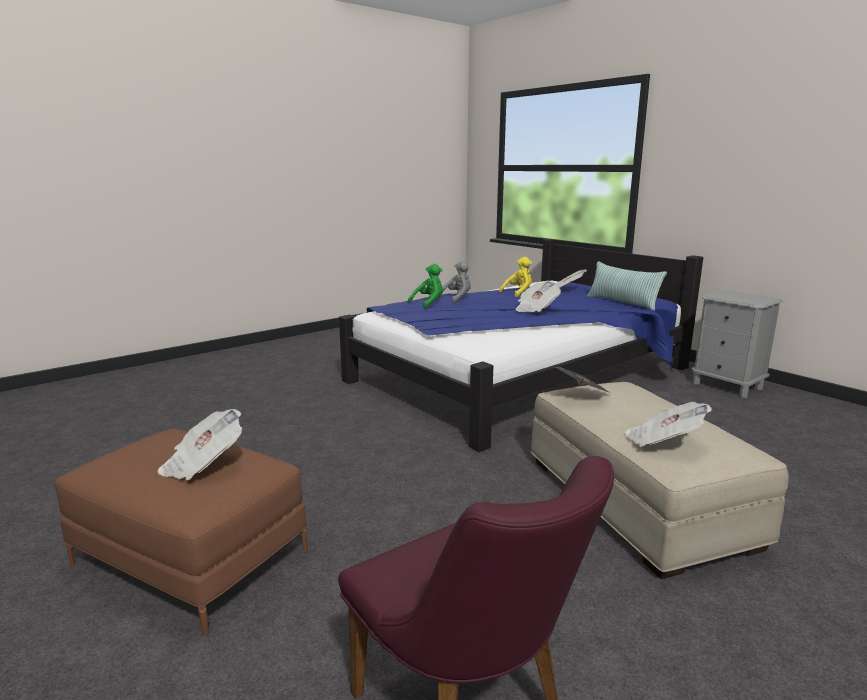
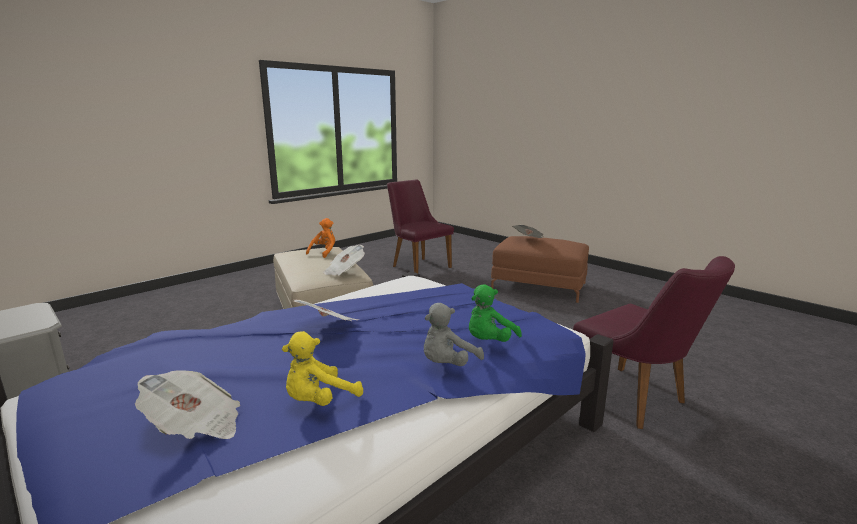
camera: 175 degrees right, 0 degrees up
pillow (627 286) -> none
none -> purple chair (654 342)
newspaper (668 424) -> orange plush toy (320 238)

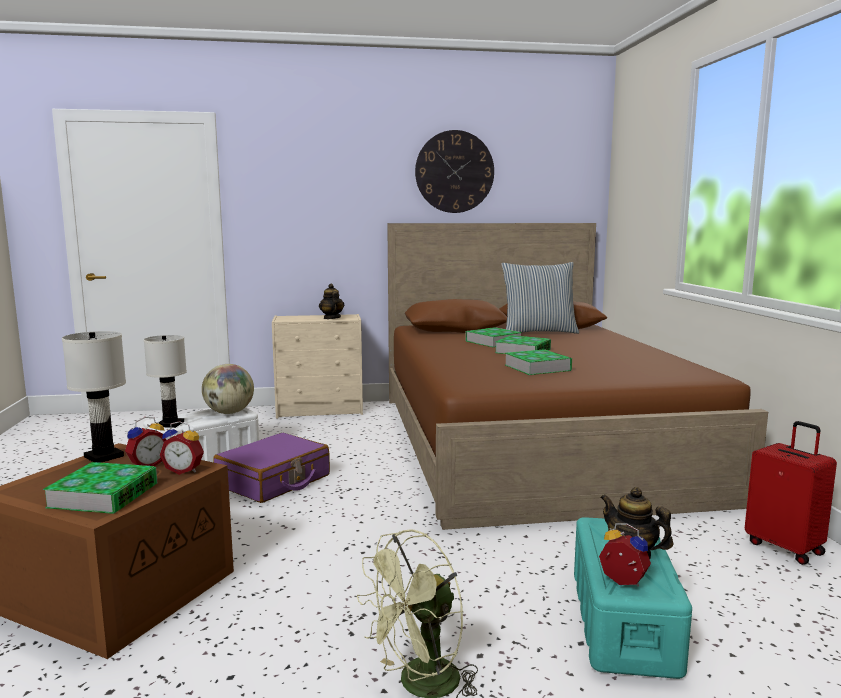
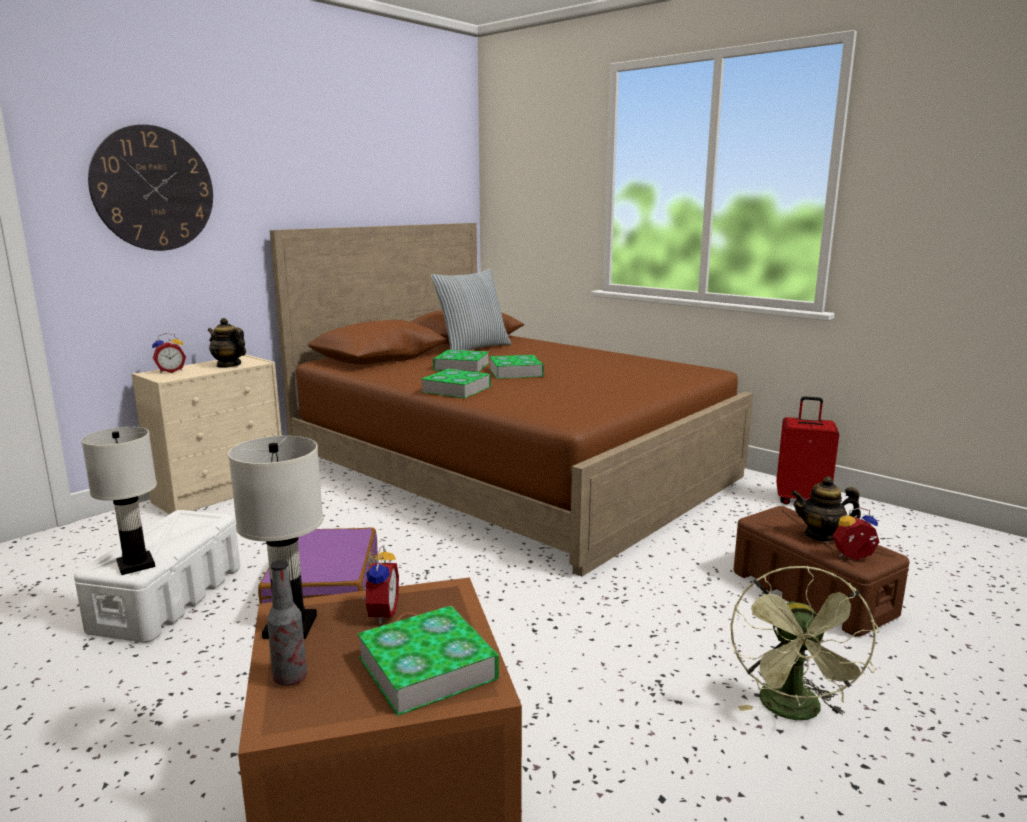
camera: 40 degrees left, 5 degrees up
globe (228 389) -> none
none -> bottle (287 623)
alarm clock (182 448) -> alarm clock (169 353), relocated
wall clock (454 171) -> wall clock (150 187), relocated
book (538 362) -> book (456 383), relocated
turquoise storage box (633 598) -> brown storage box (821 571)

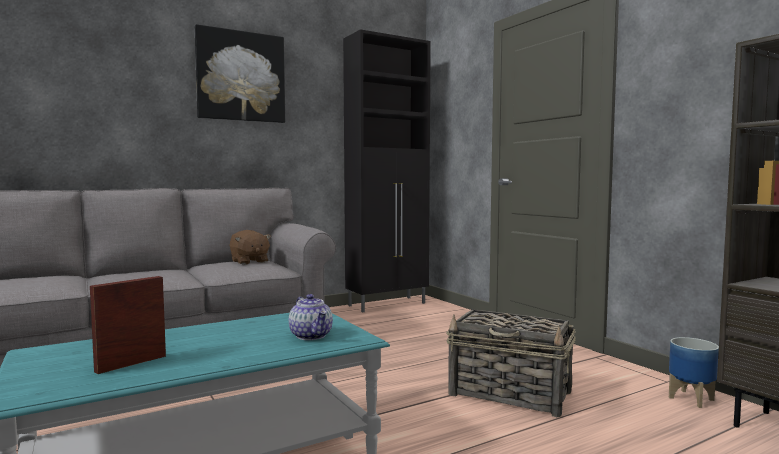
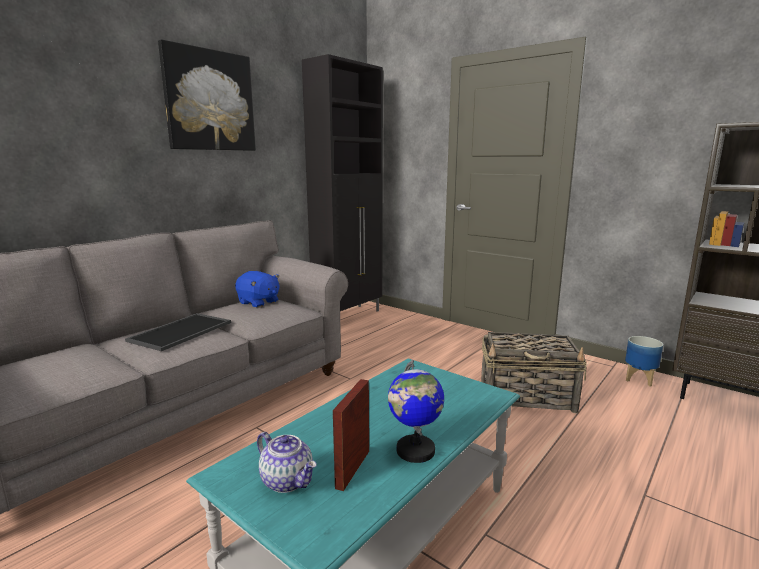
camera: 20 degrees left, 10 degrees up
none -> tray (178 332)
none -> globe (416 411)
teapot (311 317) -> teapot (287 462), relocated
brown plush toy (250 247) -> blue plush toy (257 289)

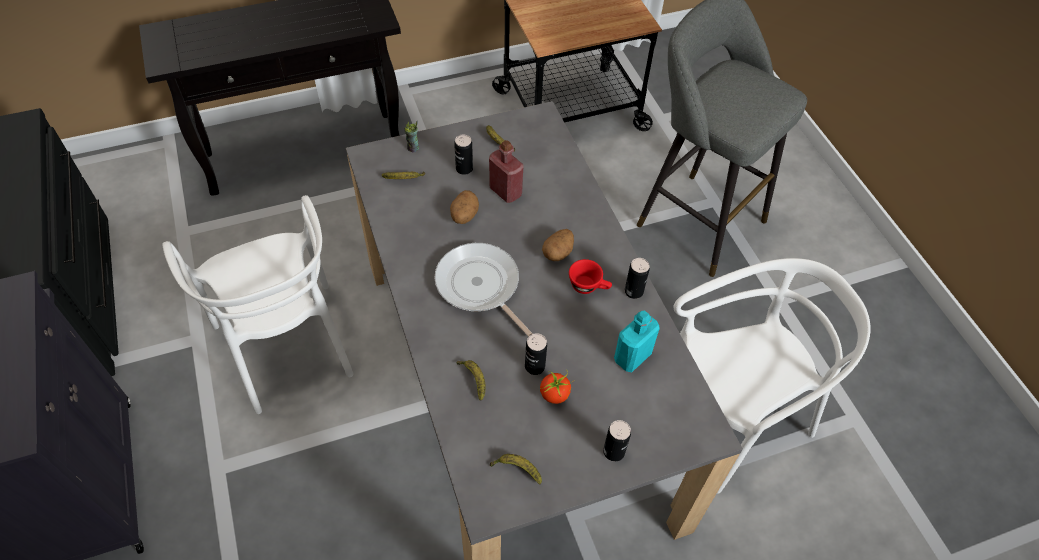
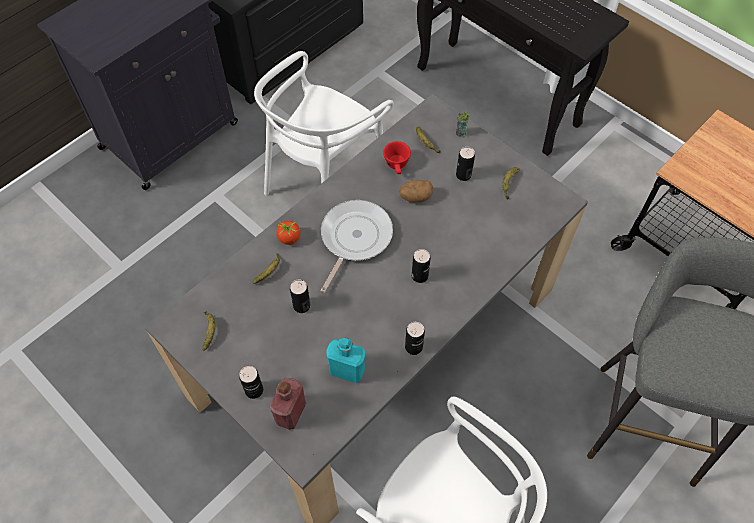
camera: 65 degrees right, 5 degrees up
red bottle (506 171) -> red bottle (287 404), relocated
tomato (556 387) -> tomato (288 233), relocated
red cup (590 276) -> red cup (397 157), relocated
potato (558 245) -> can (421 266)

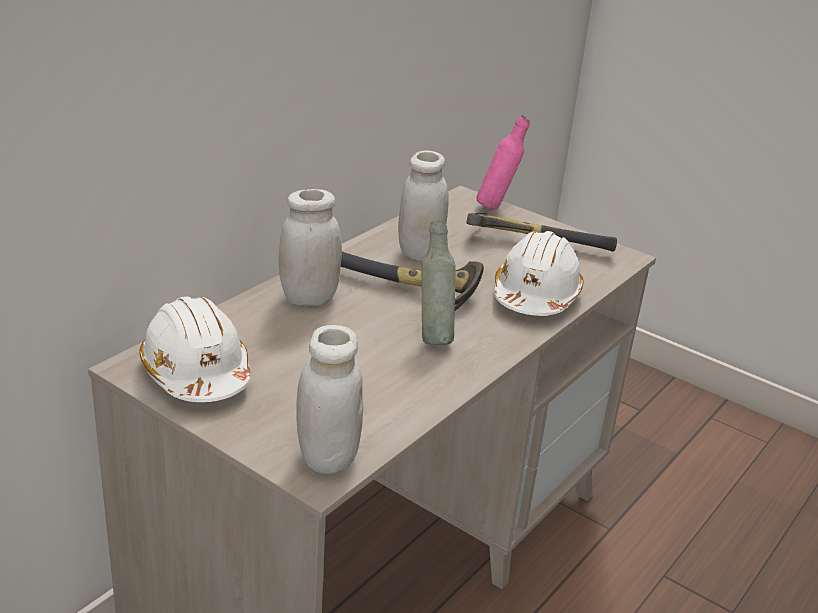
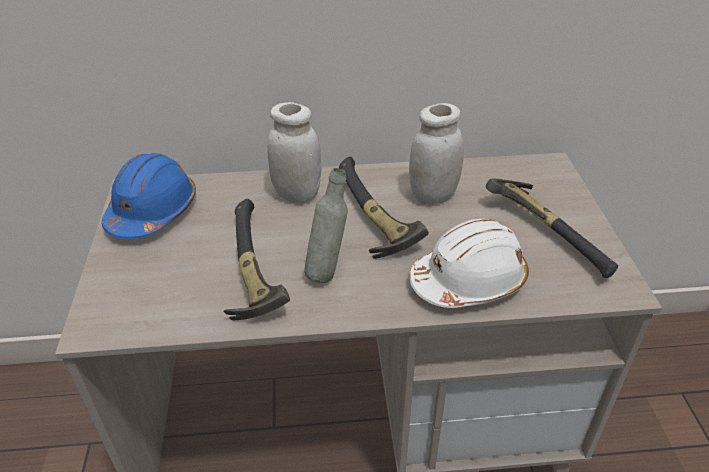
camera: 50 degrees right, 10 degrees up
white jar (329 399) -> none
pink bottle (503 162) -> none
none -> hammer (257 259)
white hard hat (195 349) -> blue hard hat (149 196)

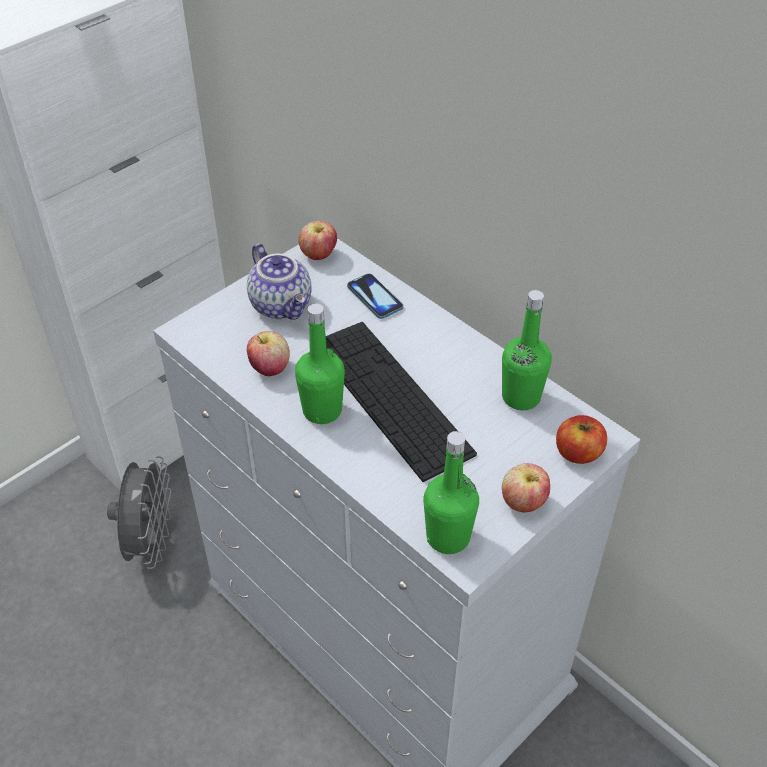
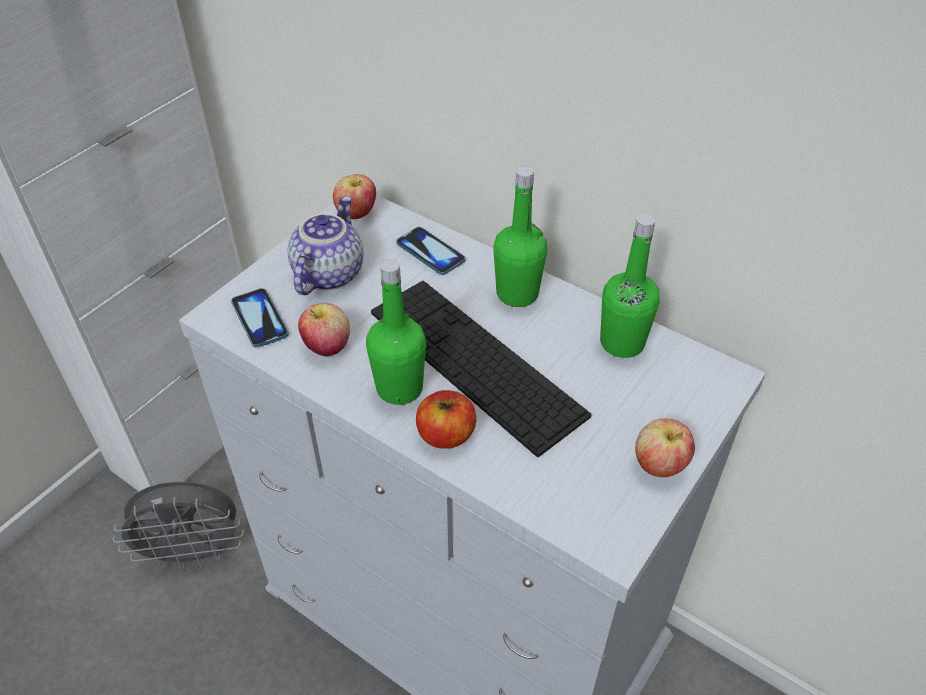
camera: 10 degrees left, 0 degrees up
none -> phone (260 318)
green bottle (451 492) -> green bottle (520 236), relocated
apple (581 439) -> apple (446 419), relocated
grey fan (139 513) -> grey fan (178 526), 90 degrees clockwise
teapot (279 281) -> teapot (325 245), 120 degrees counterclockwise

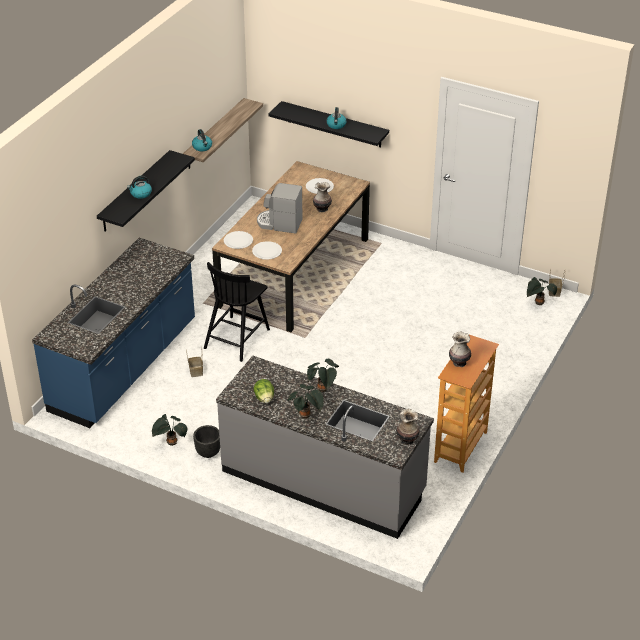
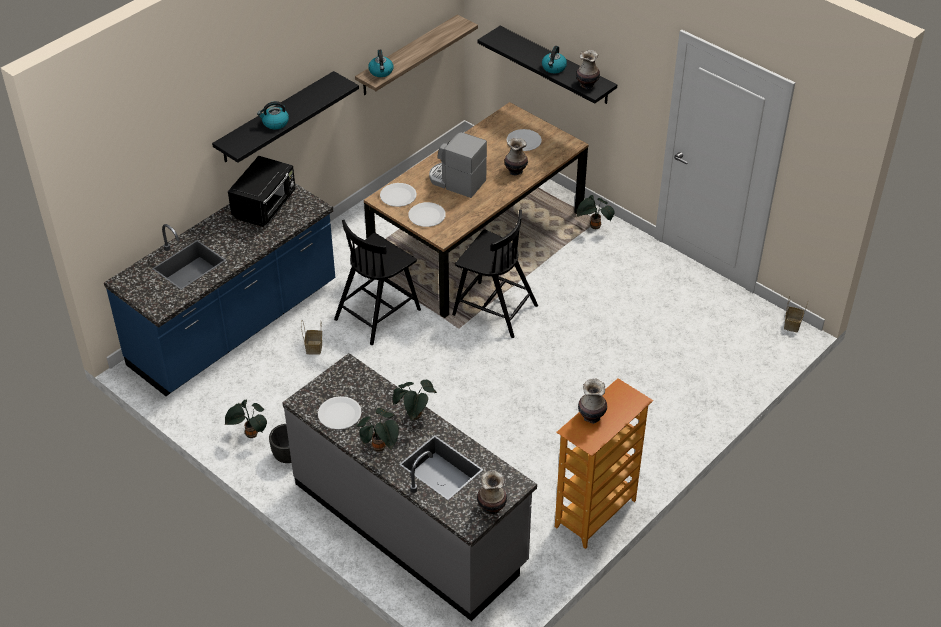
camera: 15 degrees right, 5 degrees up
none -> black microwave (262 191)
none -> black chair (495 274)
none -> vase (588 69)
potted plant (542 291) -> potted plant (596 212), relocated
lettuce (263 391) -> white plate (340 413)

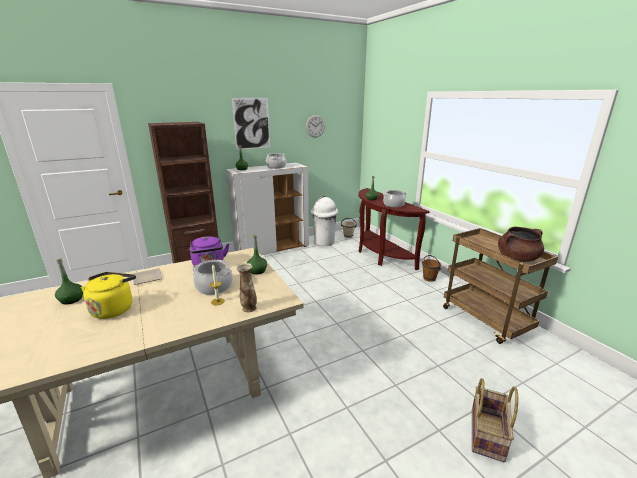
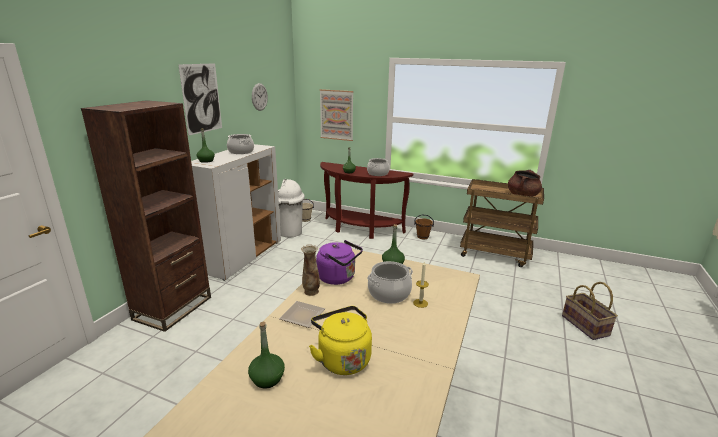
camera: 40 degrees left, 0 degrees up
none -> picture (337 115)
vase (246 287) -> vase (310 270), relocated

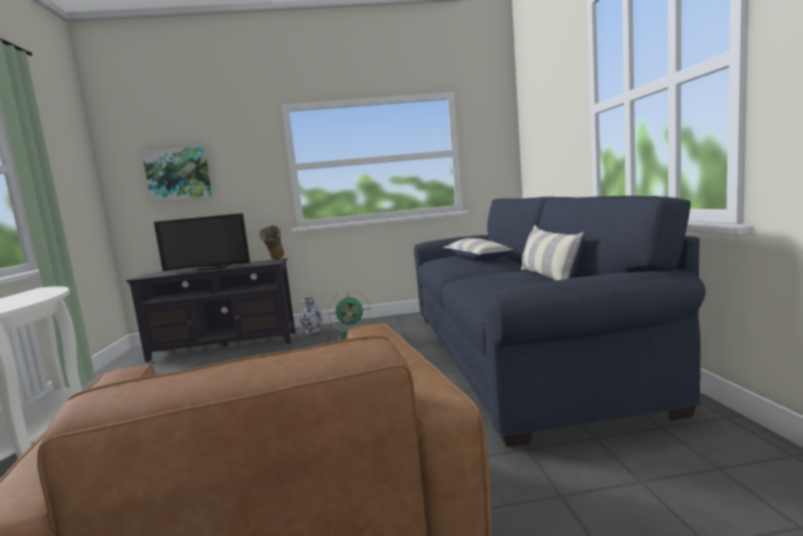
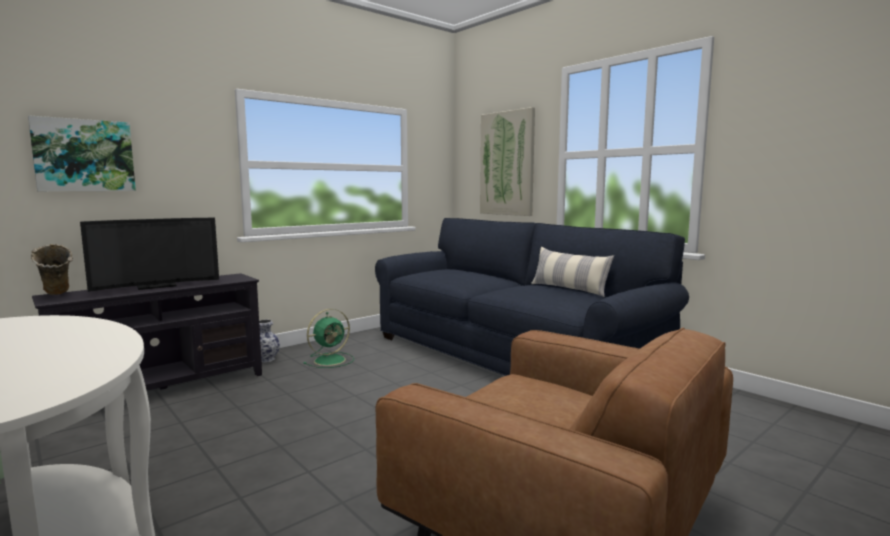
camera: 35 degrees left, 0 degrees up
pillow (478 249) -> none
none -> picture (507 161)
beige vase (271 242) -> beige vase (52 269), relocated

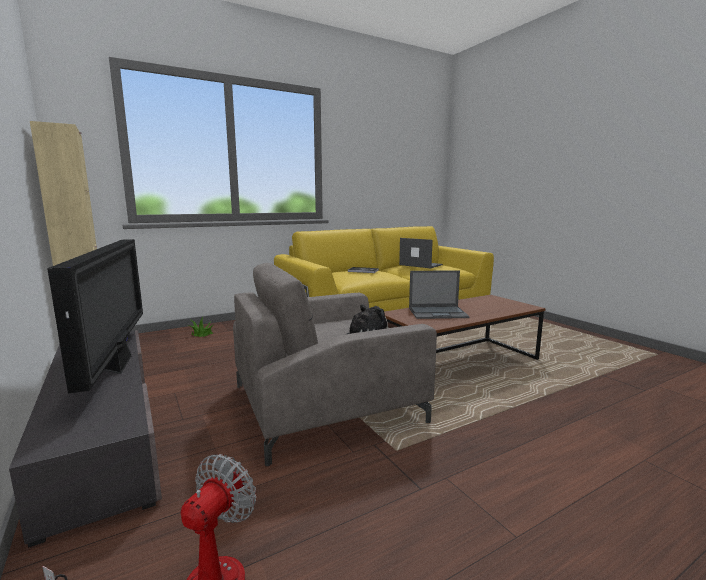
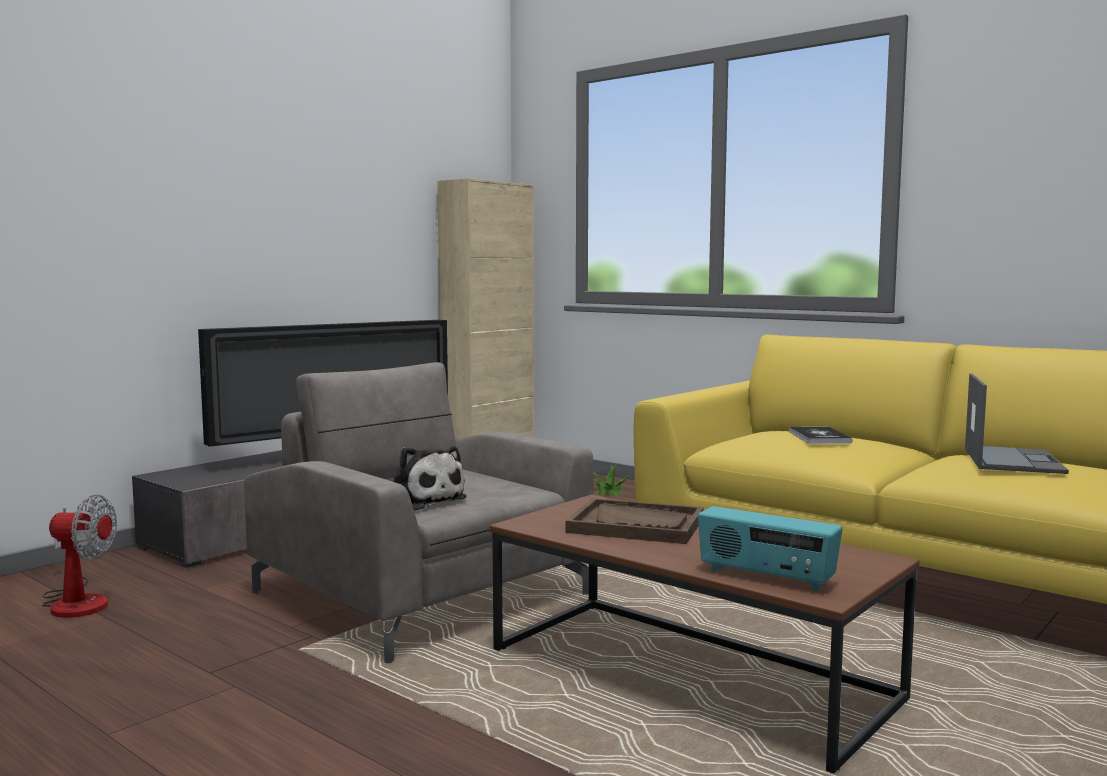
camera: 70 degrees right, 5 degrees down
none -> radio (770 548)
laptop (439 294) -> brown tray (635 521)

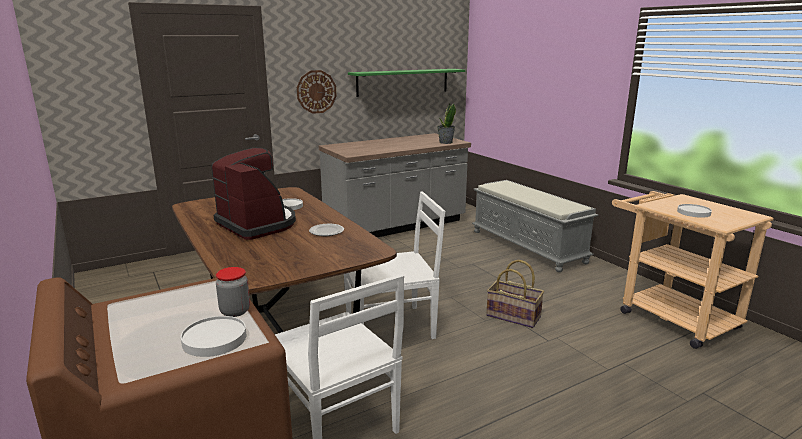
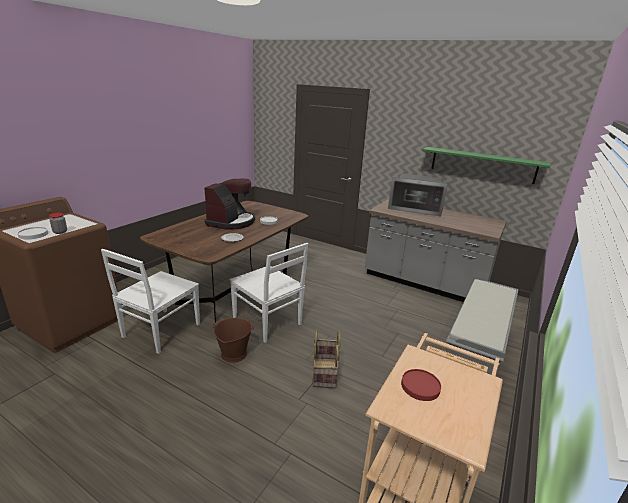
camera: 60 degrees right, 5 degrees up
wall clock (317 92) -> none
potted plant (446 123) -> none
none -> brown bucket (233 340)
none -> microwave (418 194)
white plate (694 211) -> red plate (421 385)

